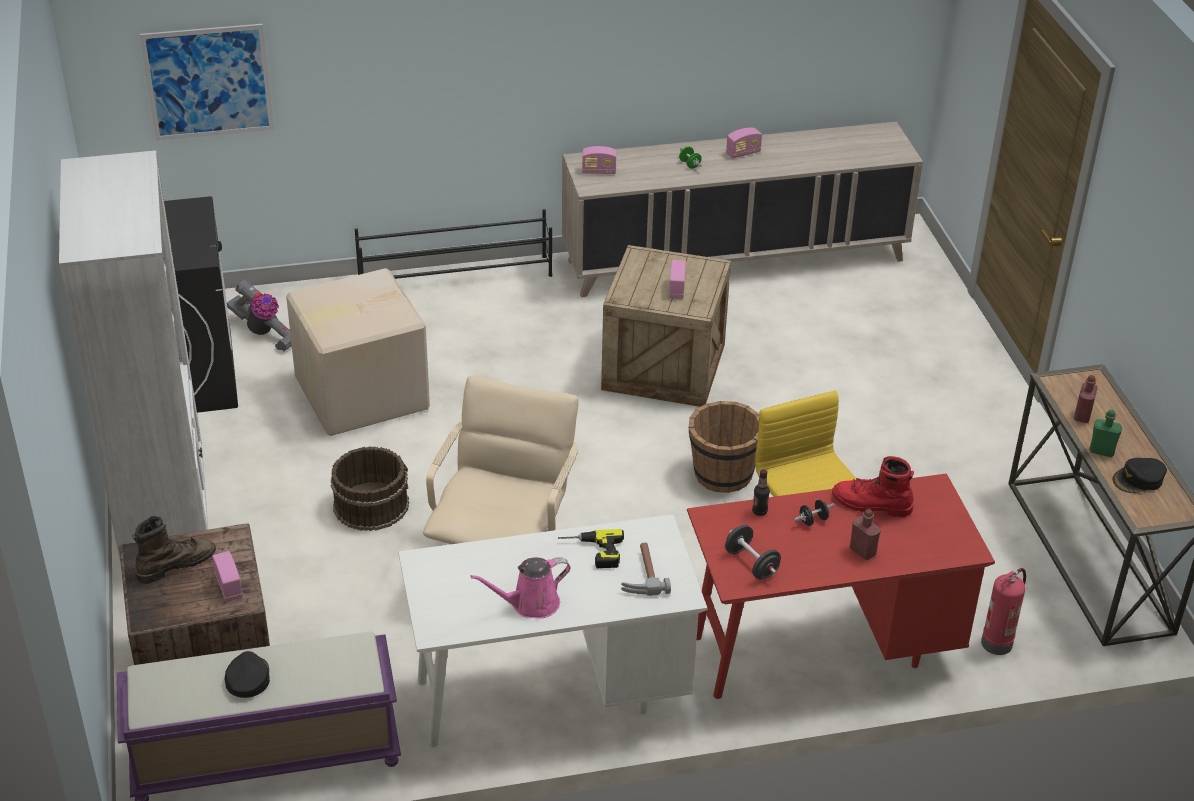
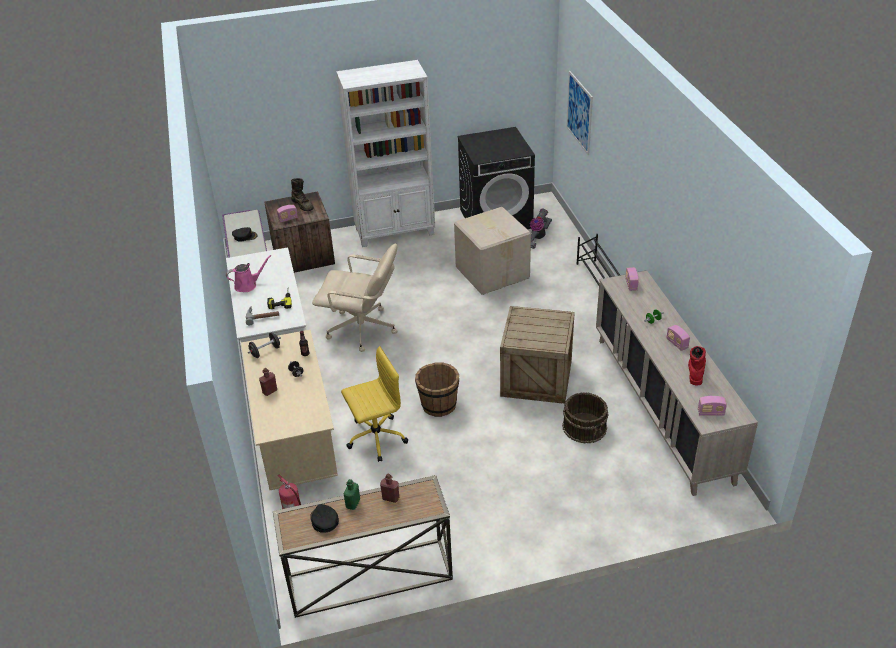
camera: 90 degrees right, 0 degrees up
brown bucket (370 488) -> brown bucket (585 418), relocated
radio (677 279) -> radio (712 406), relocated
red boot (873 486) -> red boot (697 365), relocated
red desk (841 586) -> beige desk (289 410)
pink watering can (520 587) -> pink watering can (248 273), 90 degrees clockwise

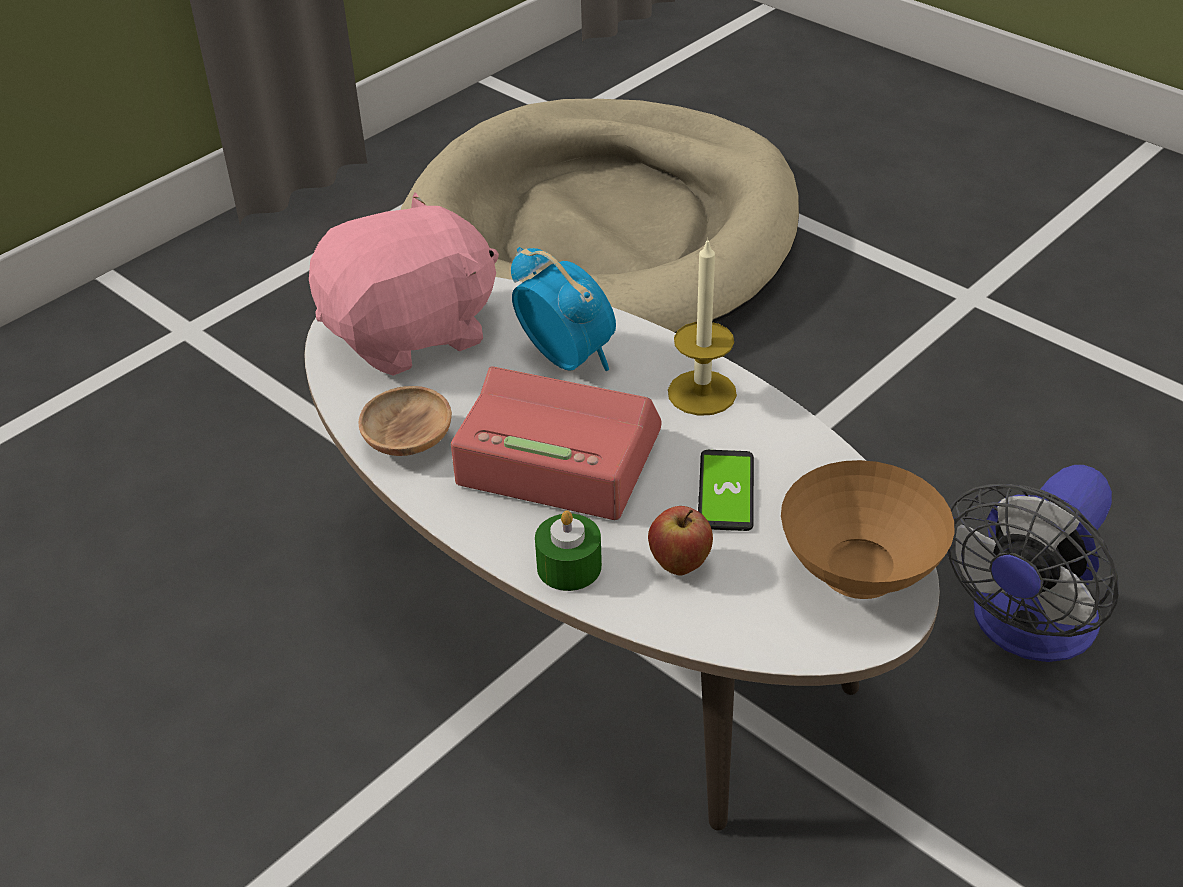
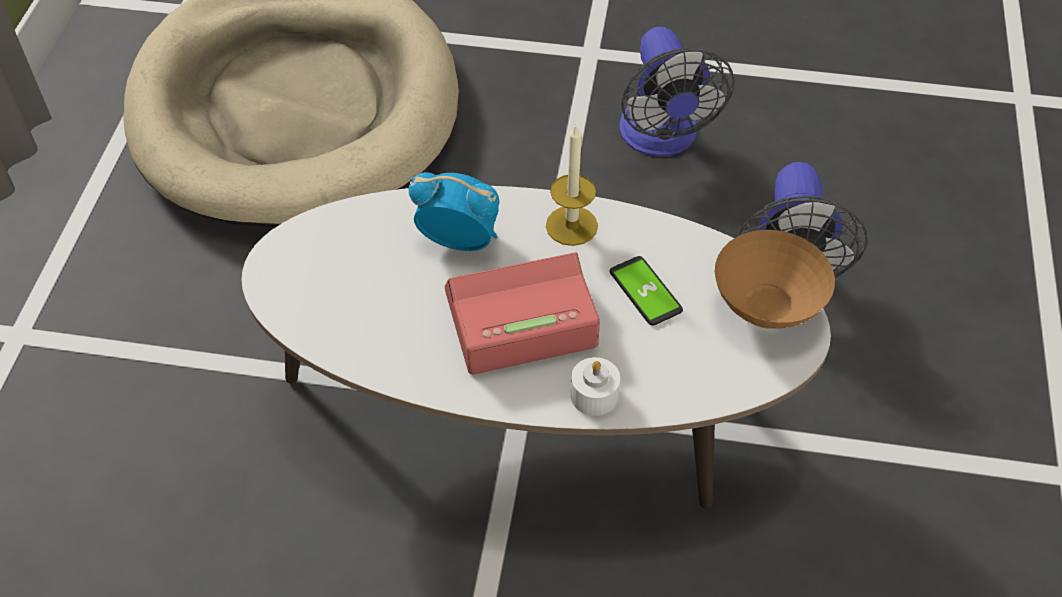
camera: 35 degrees left, 10 degrees up
pink plush toy (404 283) -> none
brown bowl (405 421) -> none
apple (680 540) -> none
none -> fan (677 91)
green candle (568 550) -> white candle (595 386)

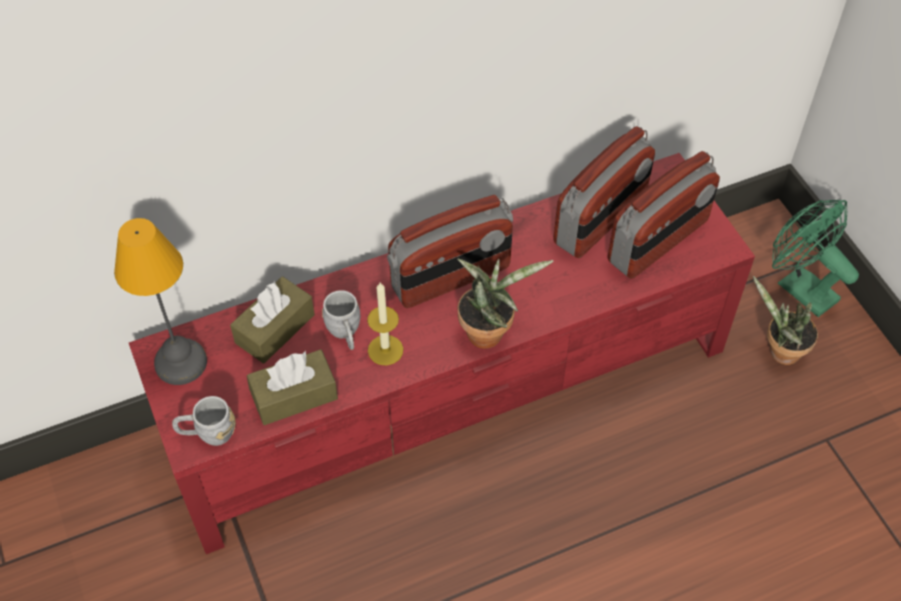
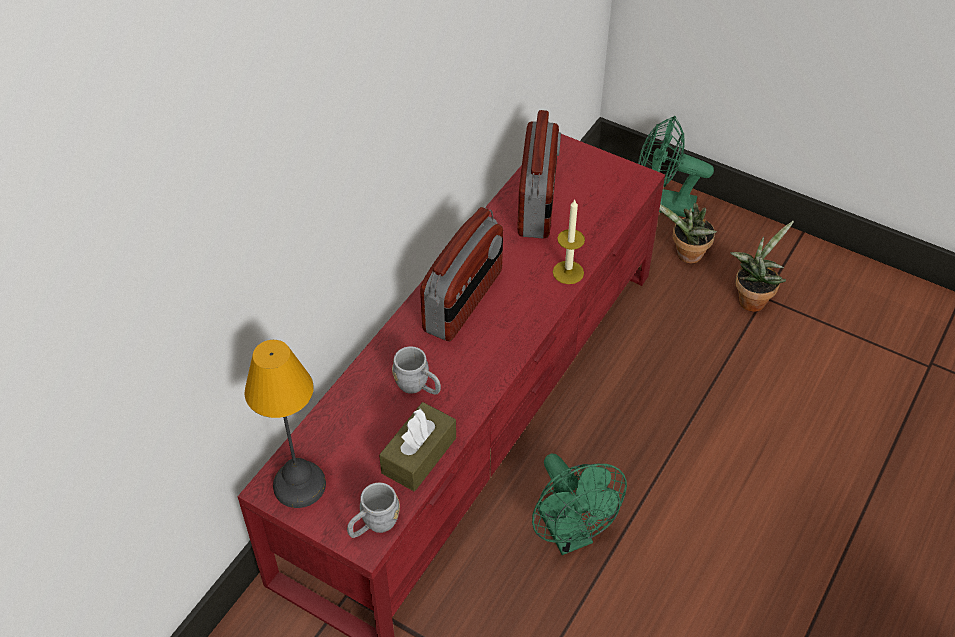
camera: 35 degrees left, 5 degrees down
brown tissue box (272 320) -> none
radio (664 215) -> none
none -> green fan (579 504)
candle (385 324) -> candle (569 242), relocated
potted plant (505 303) -> potted plant (762 266), relocated

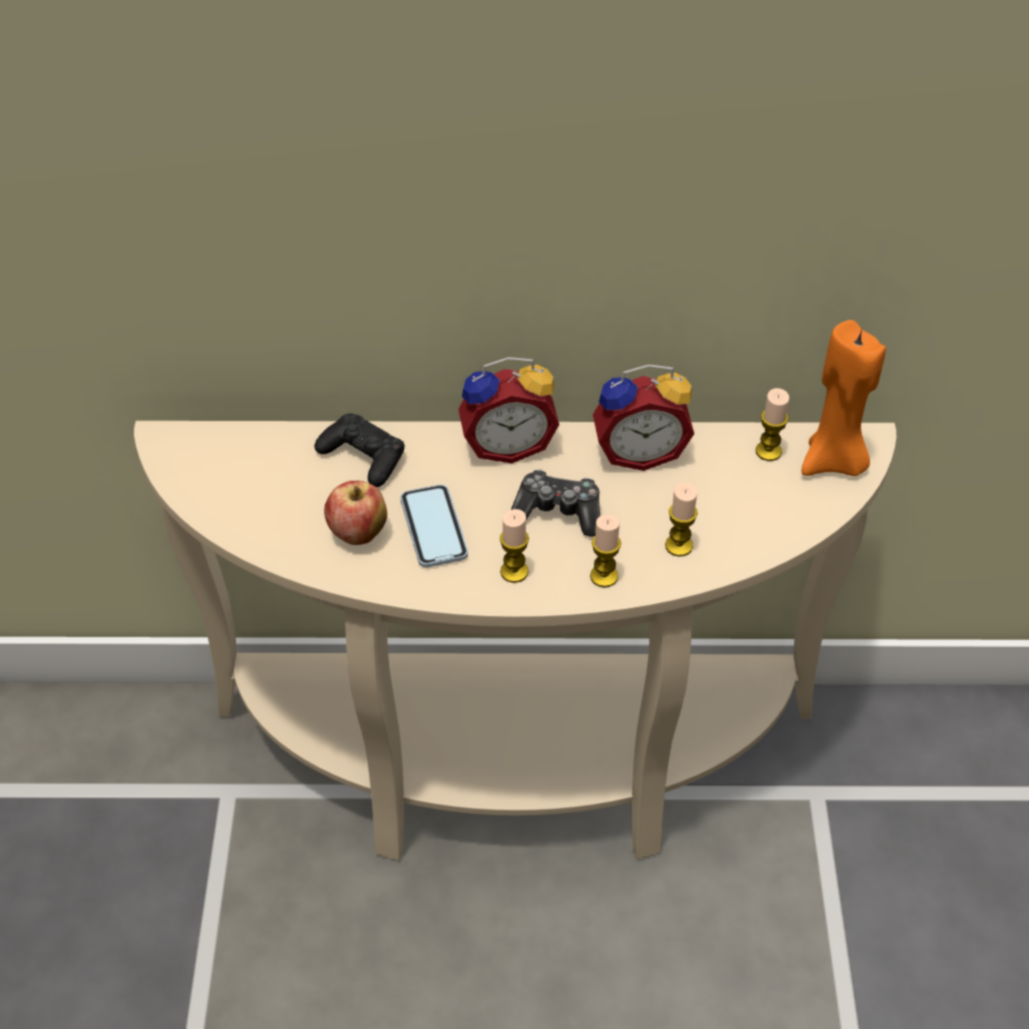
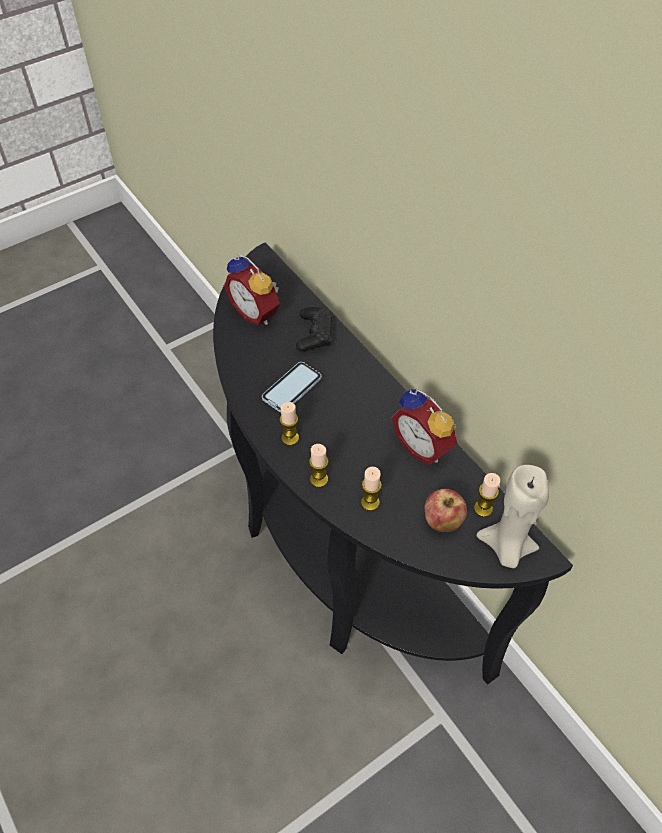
camera: 55 degrees right, 5 degrees up
game controller (555 502) -> none
apple (355 513) -> apple (445 510), relocated
alarm clock (508 410) -> alarm clock (252 289), relocated
beige console table (515 640) -> black console table (393 463)
orange candle (843 398) -> beige candle (512 516)

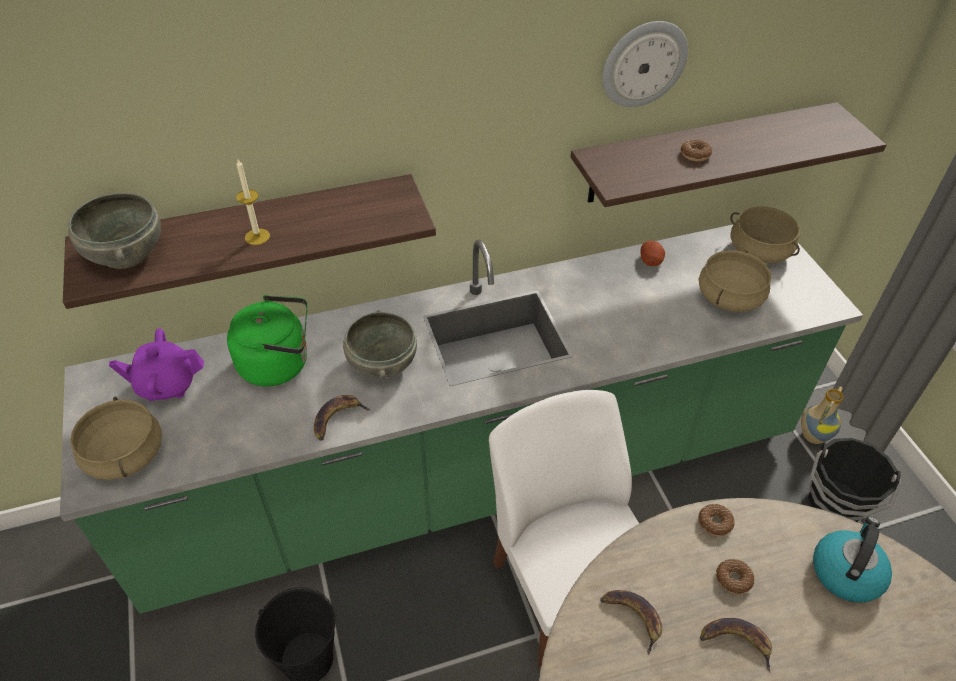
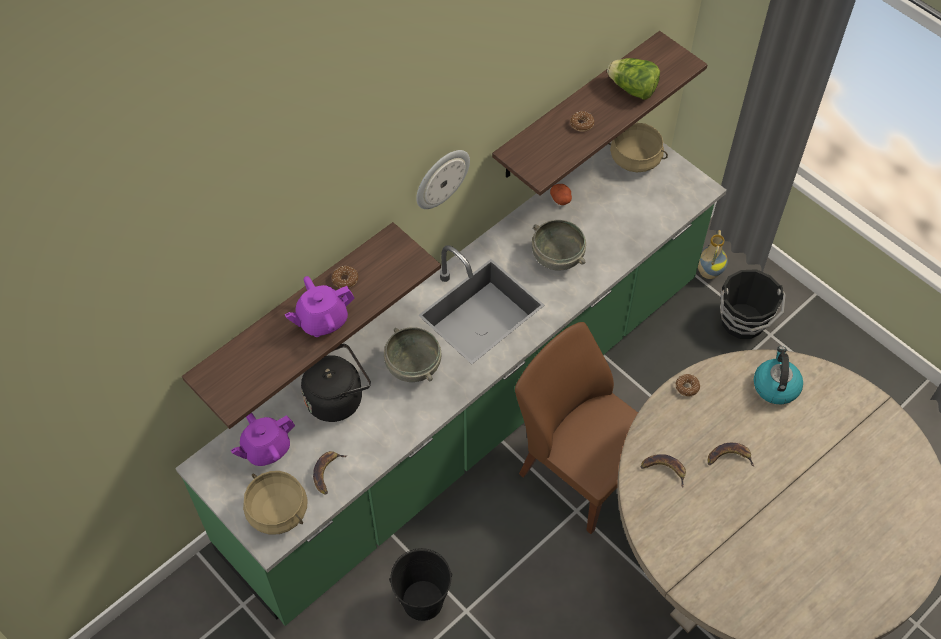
camera: 25 degrees left, 10 degrees up
beige cooking pot (735 281) -> none
none -> lettuce (633 79)
grey bowl (114 231) -> grey bowl (559 245), relocated
banana (342 418) -> banana (330 473), relocated
wall clock (645 64) -> wall clock (443 179), relocated
donut (735 576) -> donut (345 277), relocated
candle (253 202) -> purple teapot (320 306)
green kettle (267 341) -> black kettle (336 383)
white chair (564 529) -> brown chair (576 428)

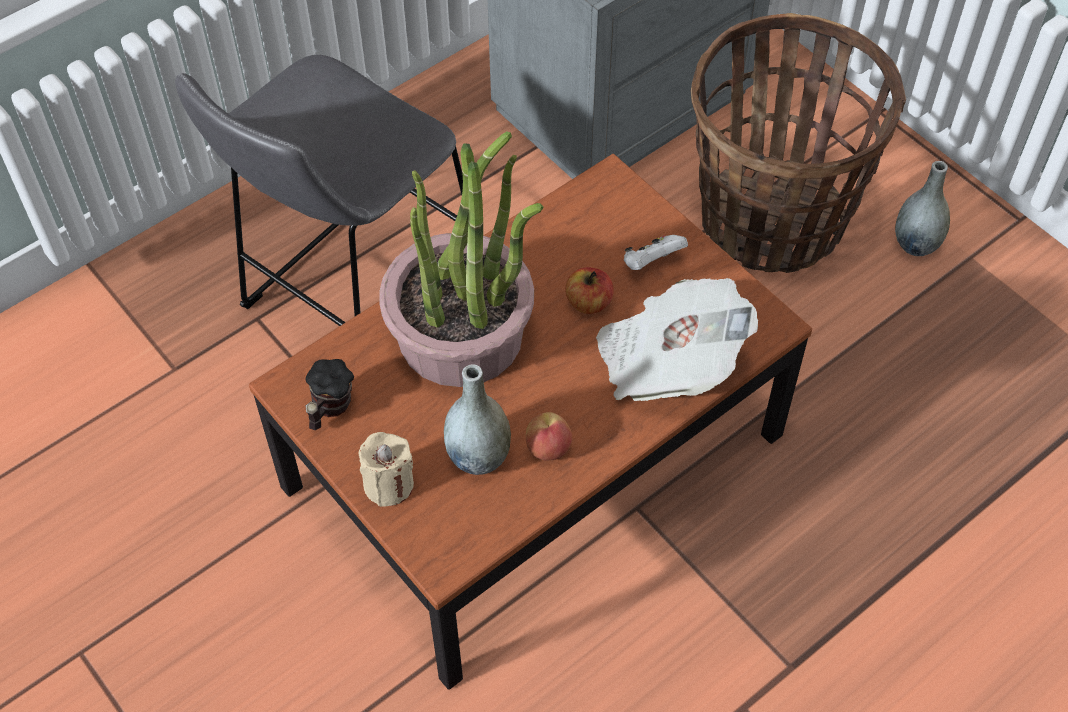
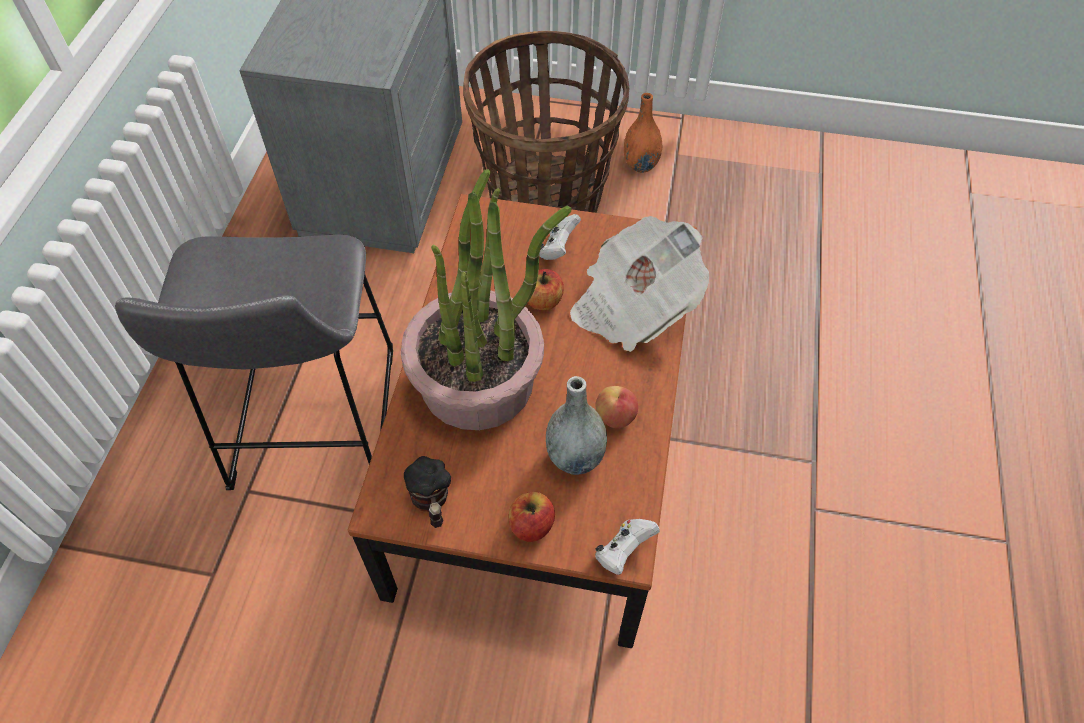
camera: 40 degrees left, 0 degrees up
none -> white game controller (627 547)
beige candle (386 469) -> apple (532 517)
grey vase (922 208) -> orange vase (643 133)

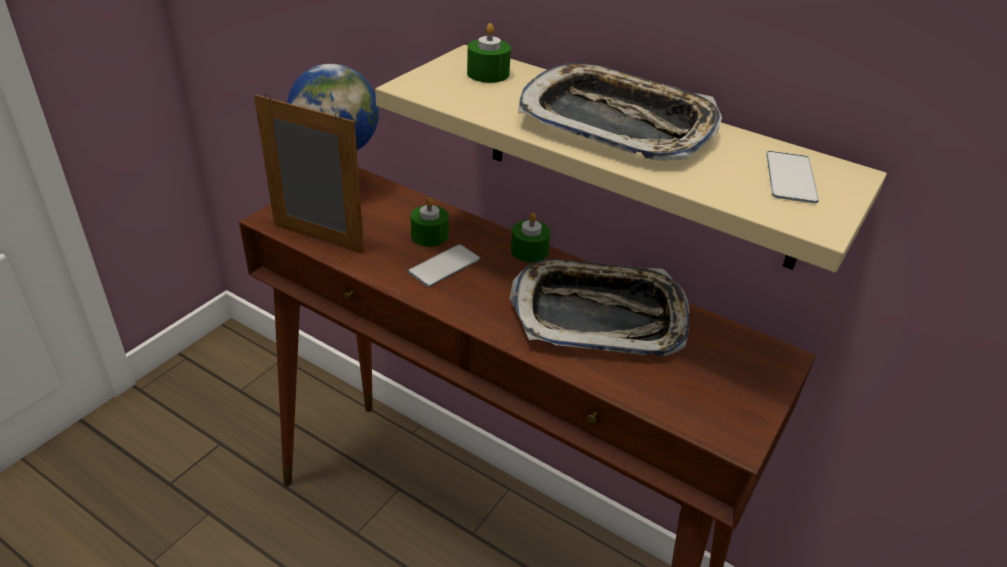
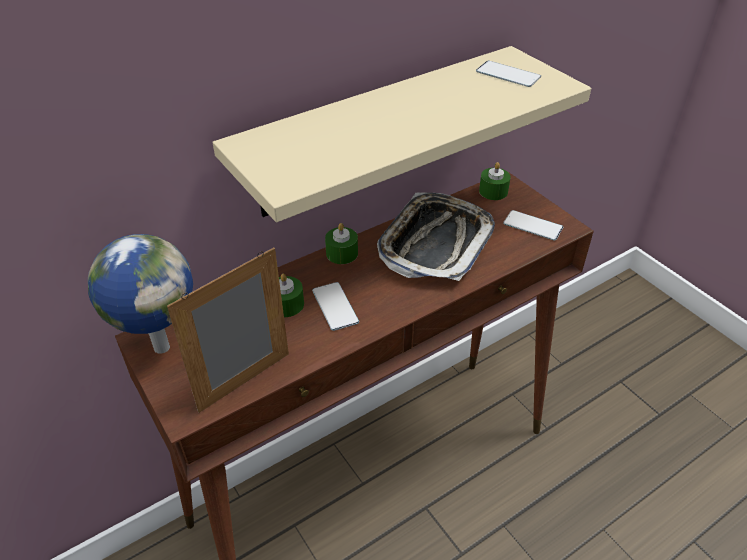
camera: 65 degrees left, 5 degrees up
tray (620 112) -> none
none -> phone (533 225)
green candle (489 53) -> green candle (495 181), relocated

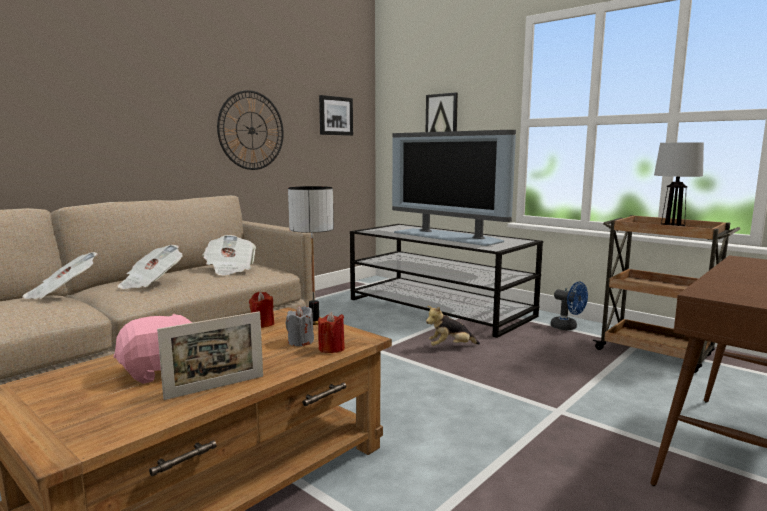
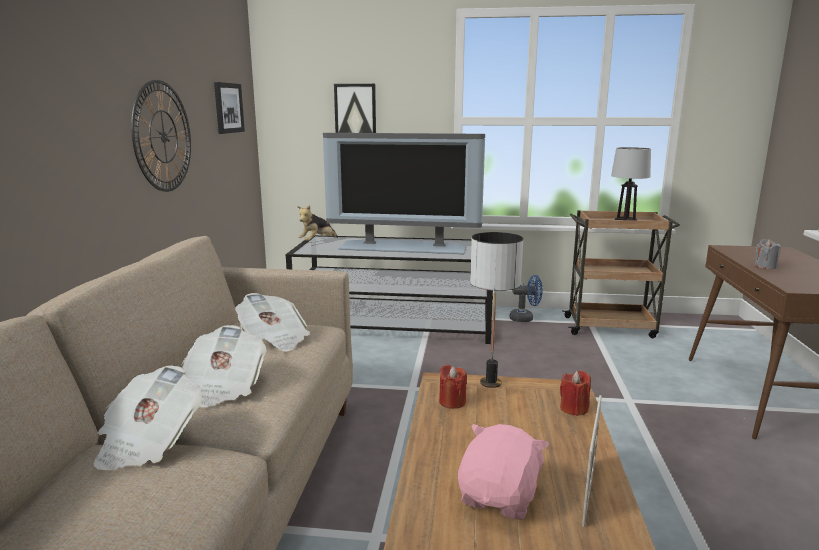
camera: 35 degrees left, 5 degrees up
grey candle (300 326) -> grey candle (767 254), relocated
plush toy (453 325) -> plush toy (317 223), relocated

